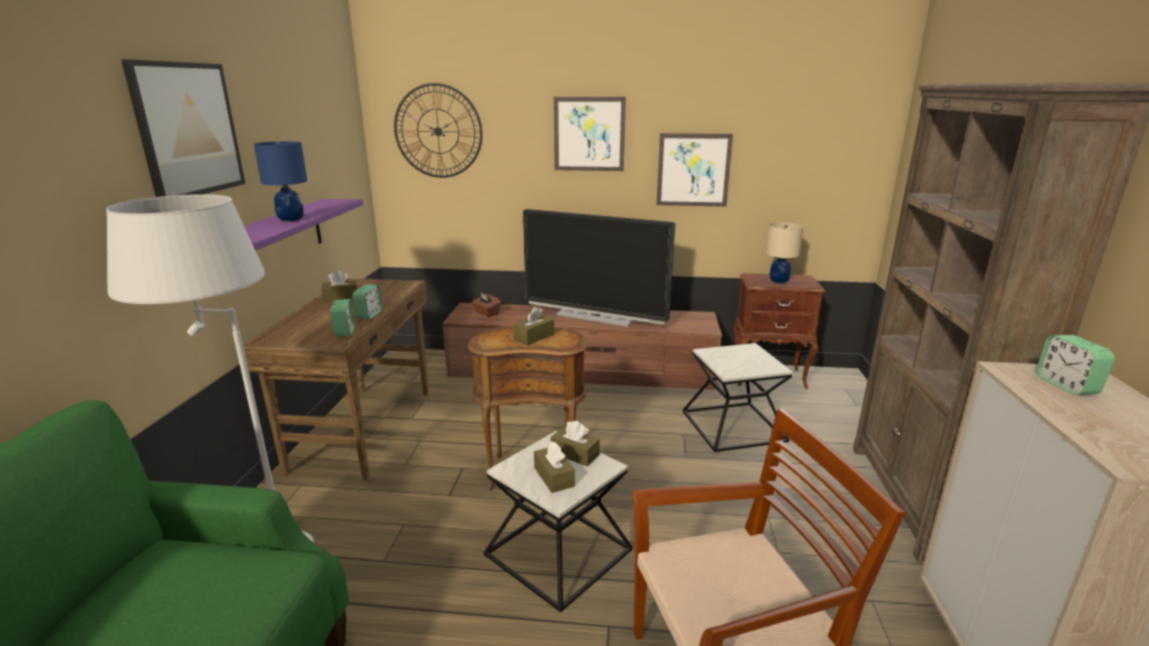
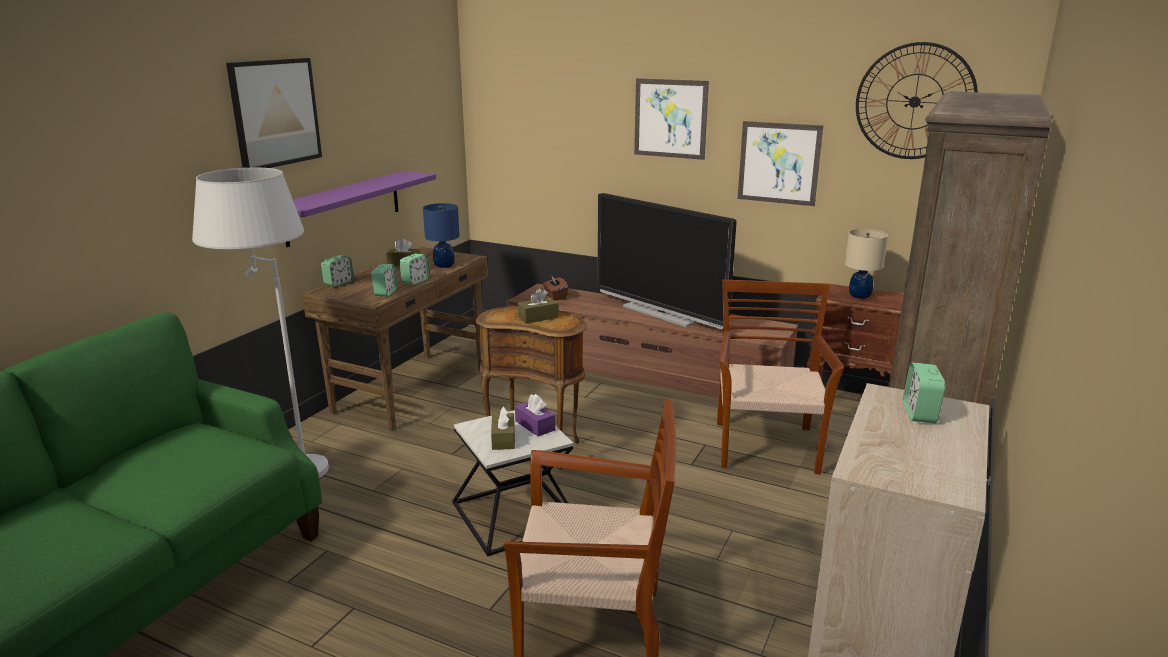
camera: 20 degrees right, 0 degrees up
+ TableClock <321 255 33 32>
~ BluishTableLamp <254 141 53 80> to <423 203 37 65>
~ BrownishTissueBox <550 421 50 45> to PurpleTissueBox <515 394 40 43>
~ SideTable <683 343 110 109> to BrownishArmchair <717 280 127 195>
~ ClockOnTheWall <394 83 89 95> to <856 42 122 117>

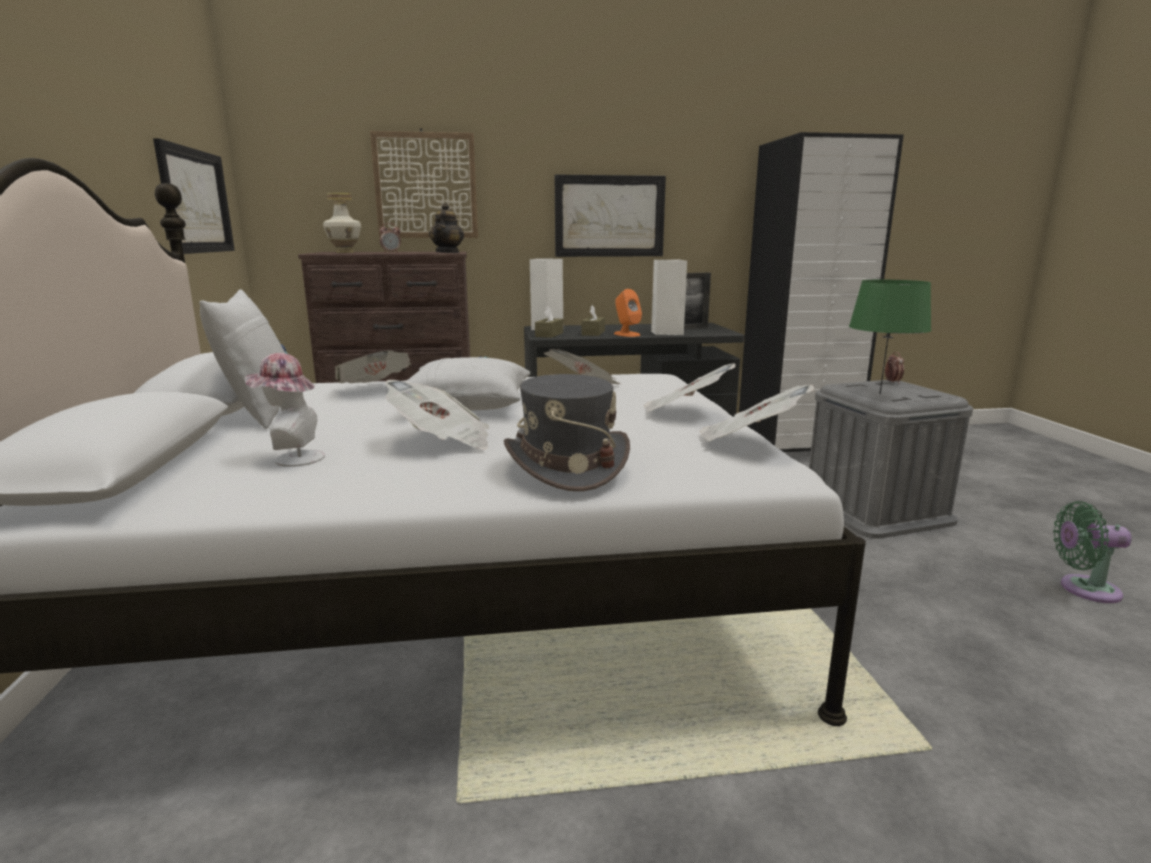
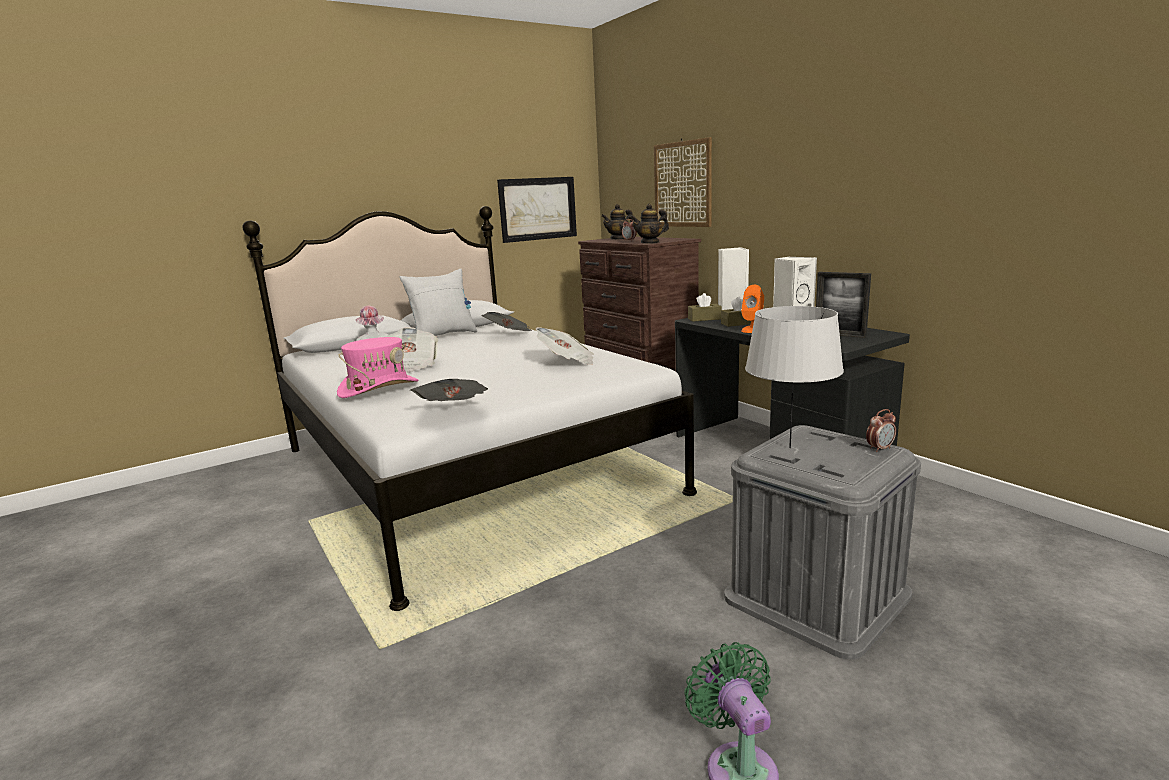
camera: 65 degrees right, 0 degrees up
~ GreyWearableHat <504 374 126 117> to PinkWearableHat <337 337 82 61>
~ FlowerVase <323 193 38 60> to TeaPot <602 204 31 36>
~ GreenColouredTableLamp <849 280 82 114> to GreyTableLamp <745 306 99 142>
- GreyCushion <405 356 125 55>
- Picture <555 174 111 83>
- PrintedPaper <644 363 92 50>
- Armoire <739 132 165 320>

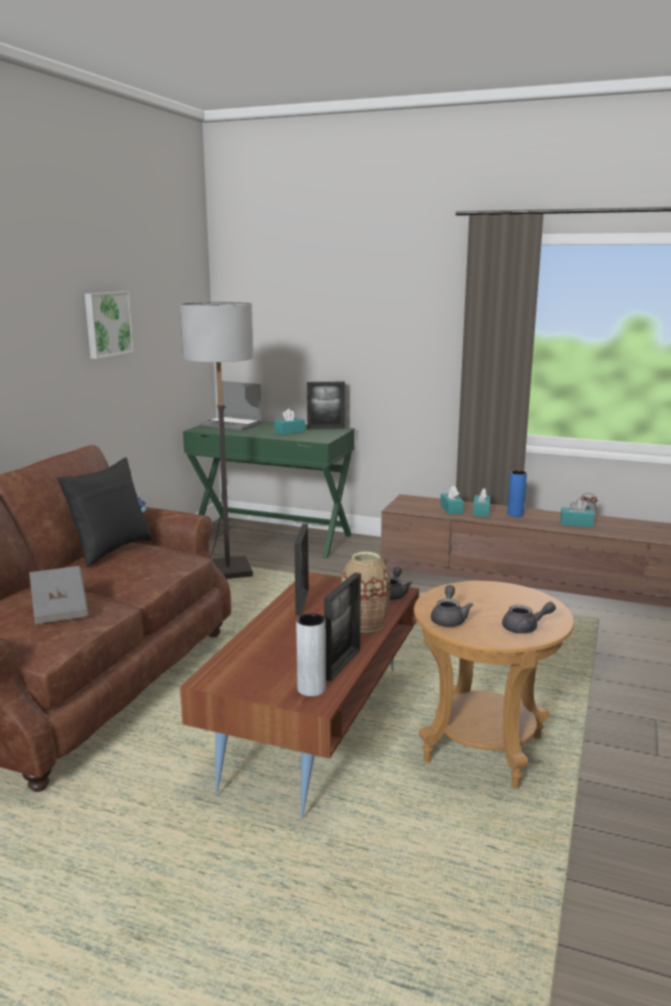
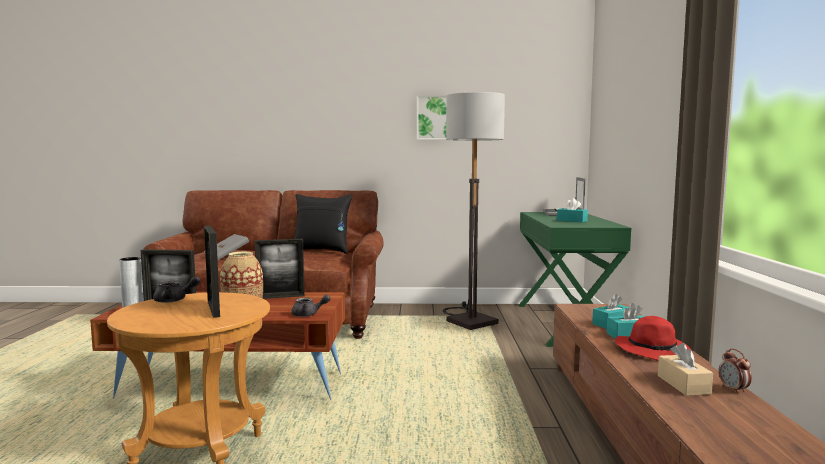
camera: 70 degrees right, 10 degrees down
~ PictureFrame <307 382 38 47> to <204 226 16 92>
~ BluishFlowerVase <507 470 20 47> to RedWearableHat <615 316 77 45>
~ BlueGreenTissueBox <561 499 34 28> to SandColouredTissueBox <658 343 55 53>
- GreyTeaPot <502 602 54 32>

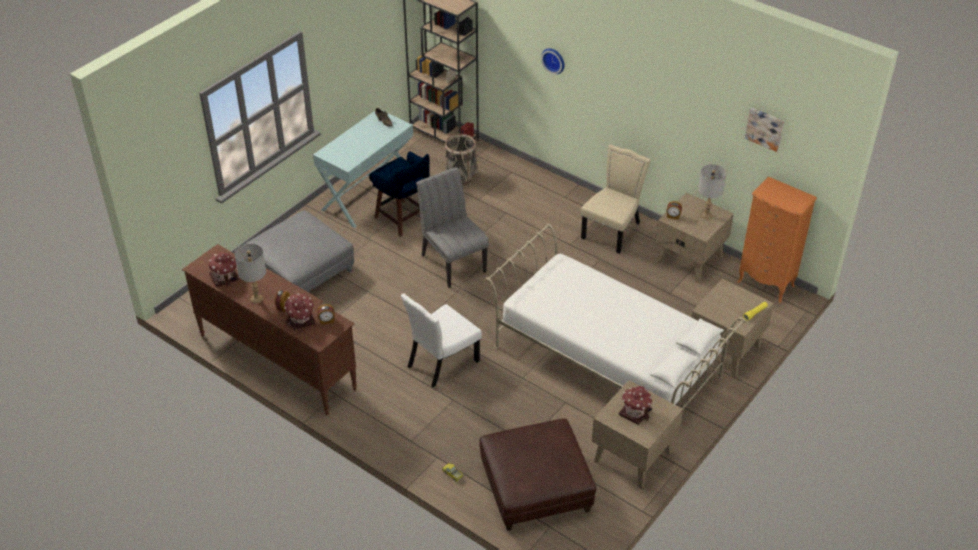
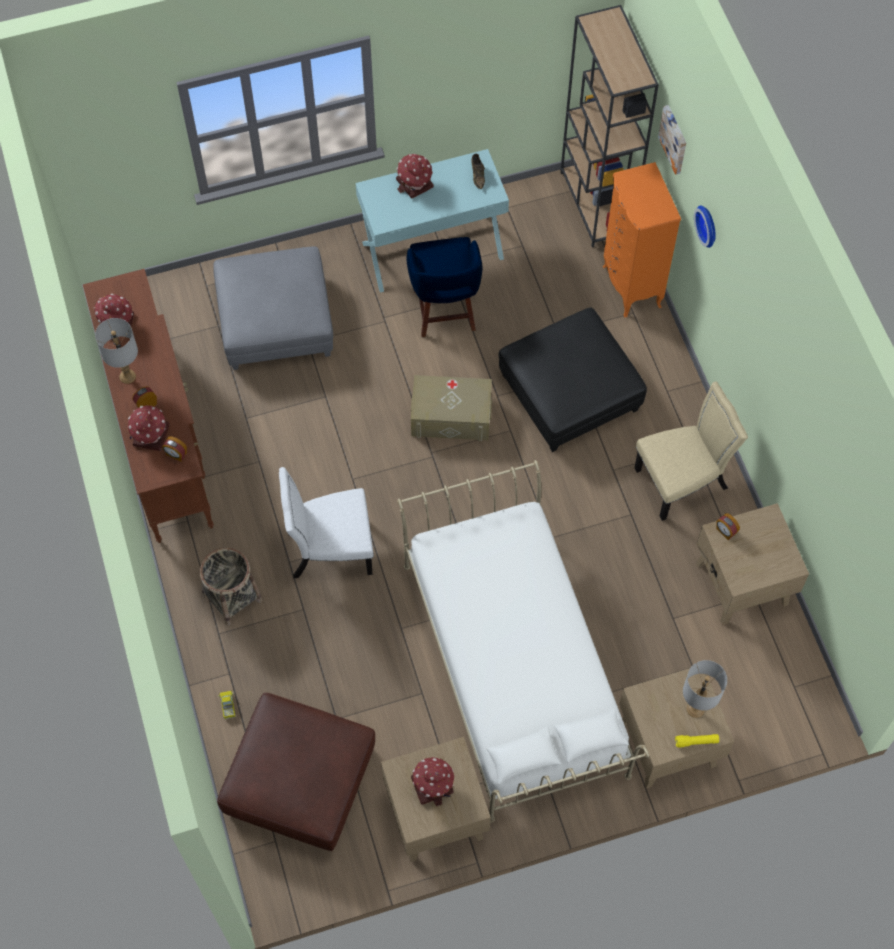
camera: 35 degrees right, 20 degrees up
~ HouseholdBasket <445 134 33 54> to <200 548 62 77>
+ ToyHouse <396 154 38 45>
~ GreyUprightChair <416 167 73 121> to SandColouredStorageContainer <411 375 81 66>
+ BlackColouredFootrest <499 307 148 145>
~ OrangeyDresser <738 177 79 126> to <603 162 78 155>
~ Picture <745 108 39 44> to <658 105 28 70>
~ GreyTableLamp <698 164 28 56> to <683 660 44 58>

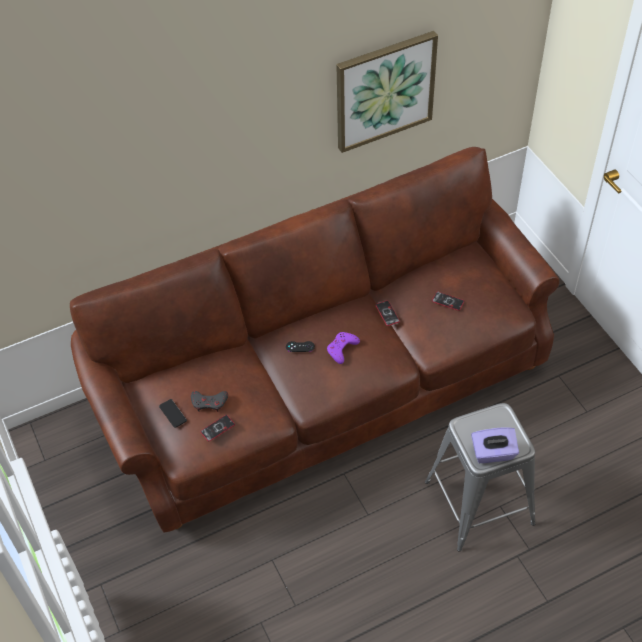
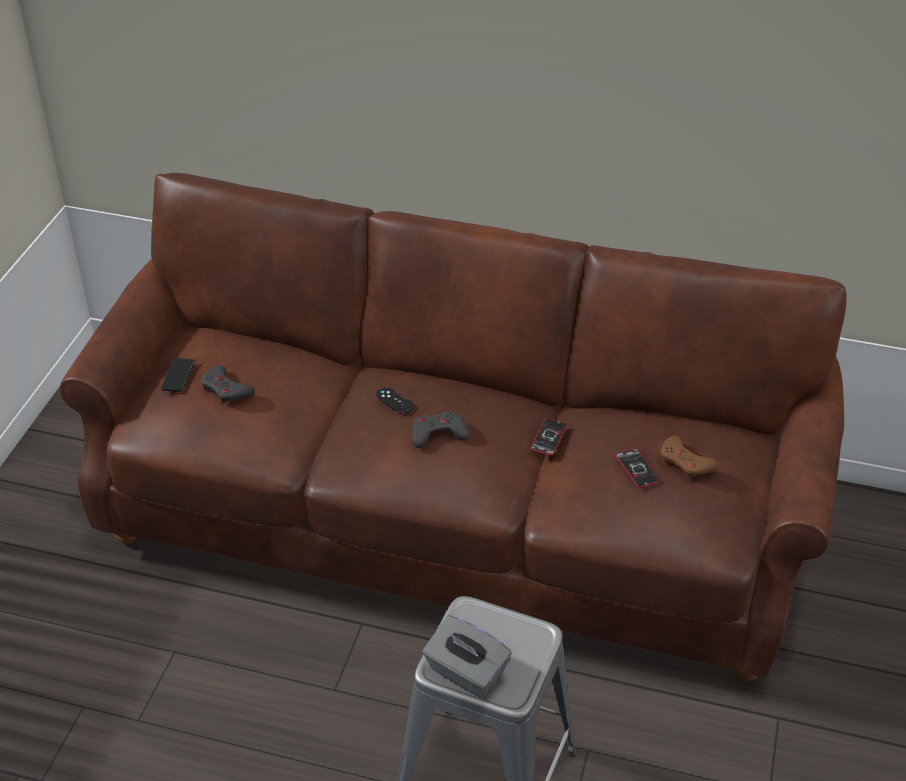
camera: 40 degrees right, 10 degrees down
~ PurpleGamepad <327 332 33 32> to GreyGamepad <412 411 58 37>
~ PurpleTissueBox <471 427 48 36> to GreyTissueBox <423 615 88 82>
+ BrownishGamepad <660 436 58 43>
- Telephone <200 415 35 27>
- Picture <336 31 102 122>

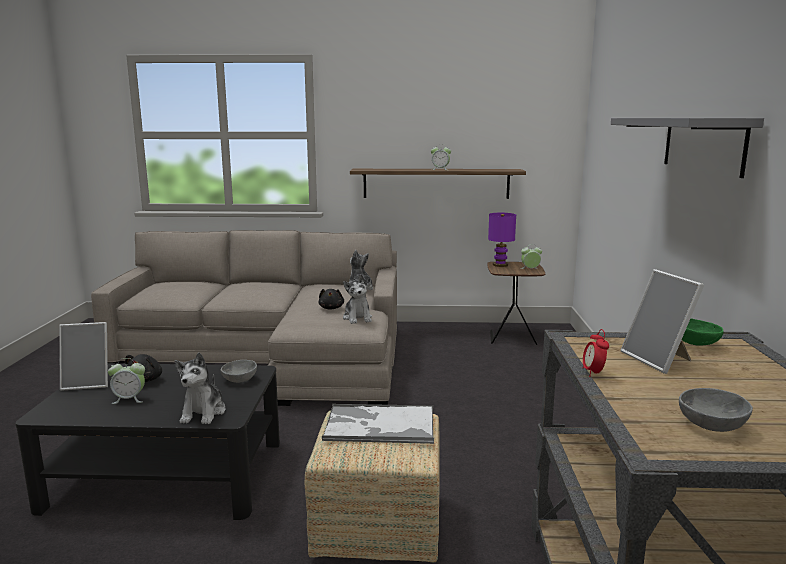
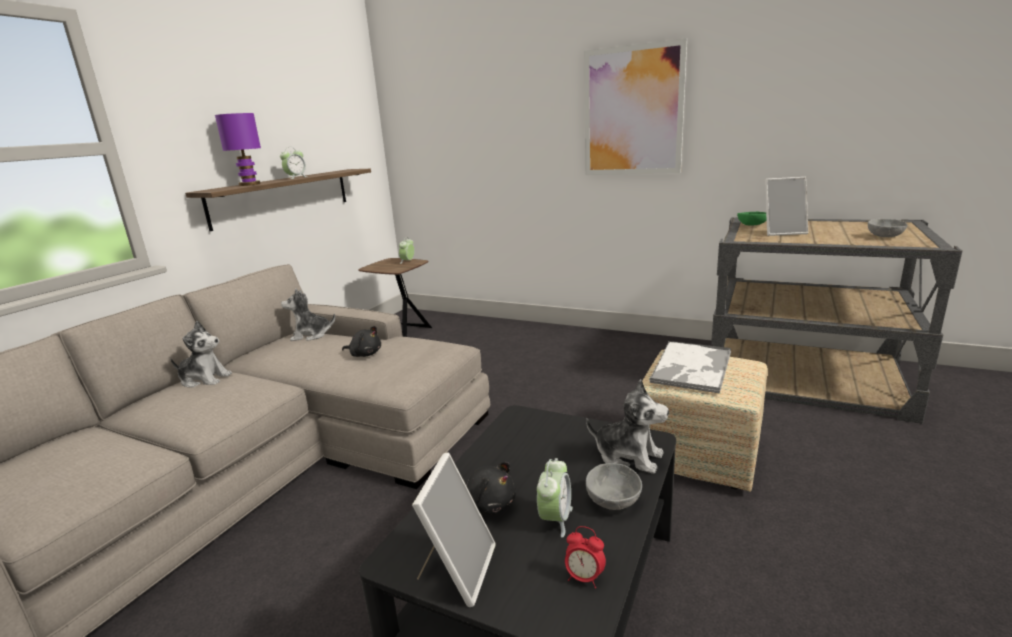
camera: 65 degrees left, 5 degrees up
~ SoftToy <343 274 29 50> to <170 321 62 67>
~ PurpleTableLamp <488 213 28 54> to <215 113 46 73>
~ TableClock <583 329 26 48> to <565 526 41 63>
~ GreyBracketShelf <611 118 153 60> to Picture <584 38 103 137>
~ GreyDeepDish <220 360 37 23> to <586 463 56 47>

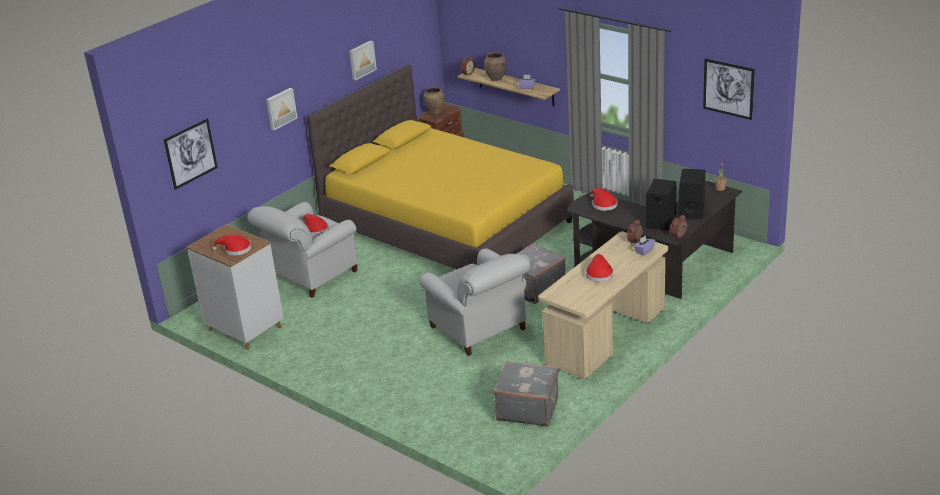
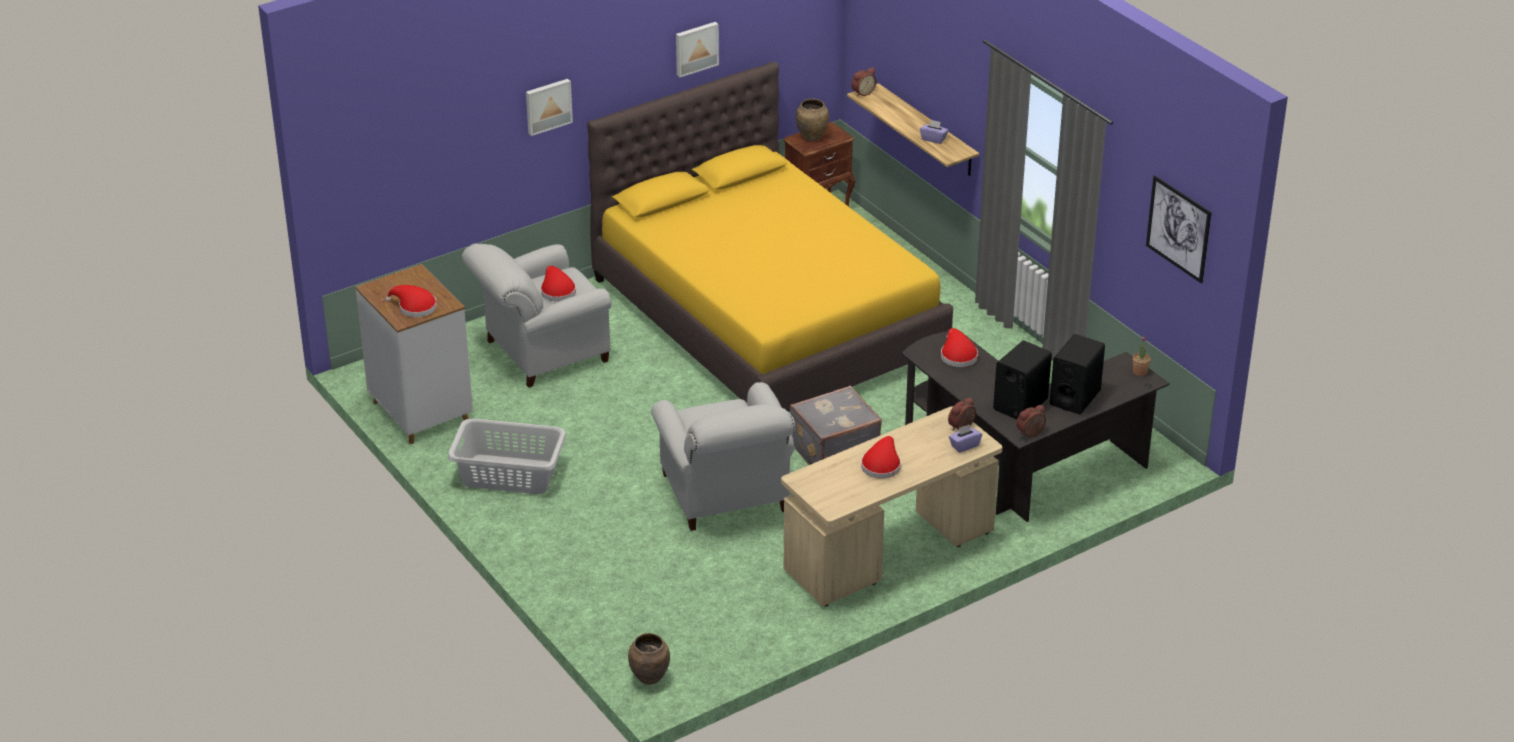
camera: 15 degrees right, 5 degrees up
+ GreyWashingBasket <448 418 118 76>
~ BrownishFlowerVase <484 52 23 29> to <628 633 42 52>
- Picture <163 118 55 72>
- GreyTravelCase <494 361 65 66>

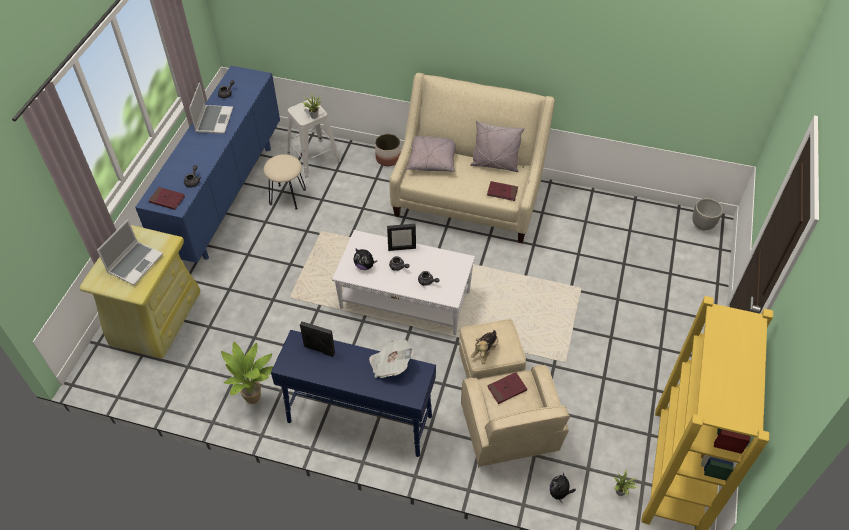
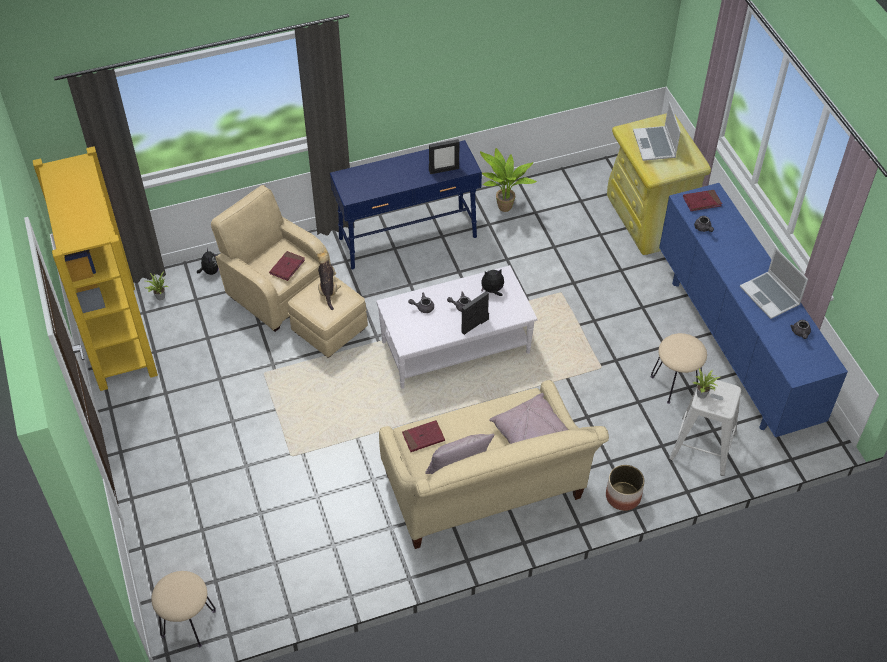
camera: 145 degrees right, 0 degrees up
~ Planter <692 198 31 32> to SandColouredStool <151 571 65 76>
- PrintedPaper <369 340 45 38>

